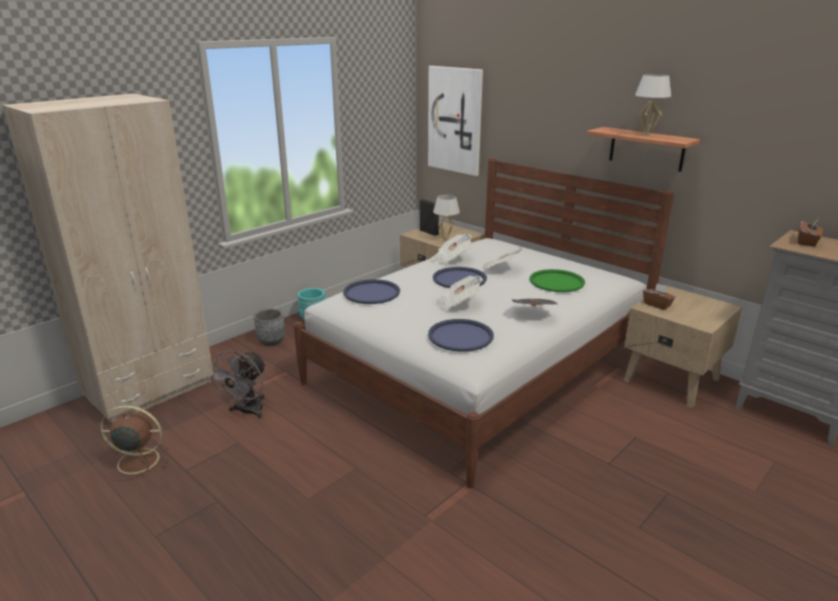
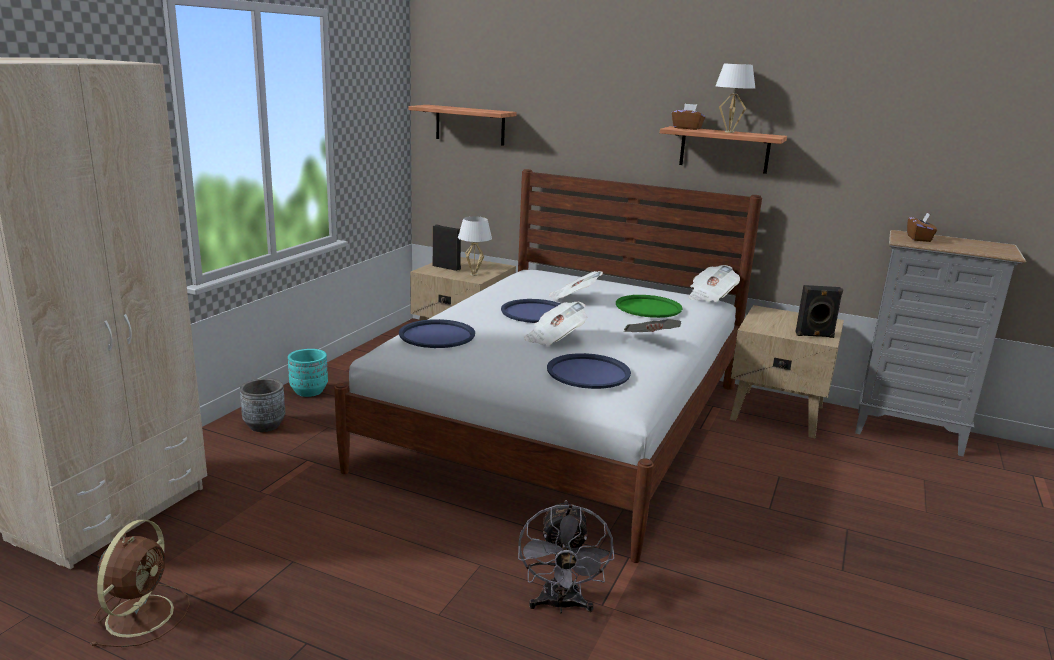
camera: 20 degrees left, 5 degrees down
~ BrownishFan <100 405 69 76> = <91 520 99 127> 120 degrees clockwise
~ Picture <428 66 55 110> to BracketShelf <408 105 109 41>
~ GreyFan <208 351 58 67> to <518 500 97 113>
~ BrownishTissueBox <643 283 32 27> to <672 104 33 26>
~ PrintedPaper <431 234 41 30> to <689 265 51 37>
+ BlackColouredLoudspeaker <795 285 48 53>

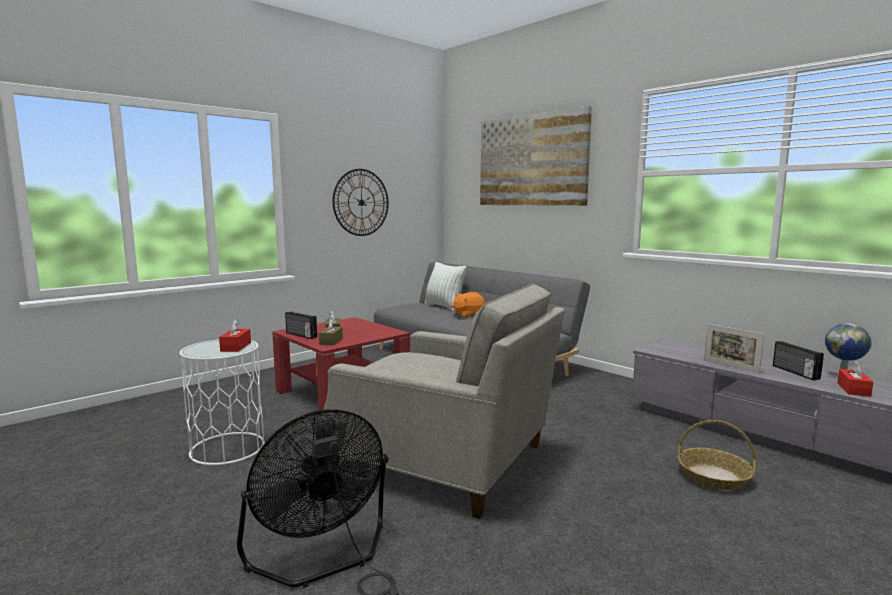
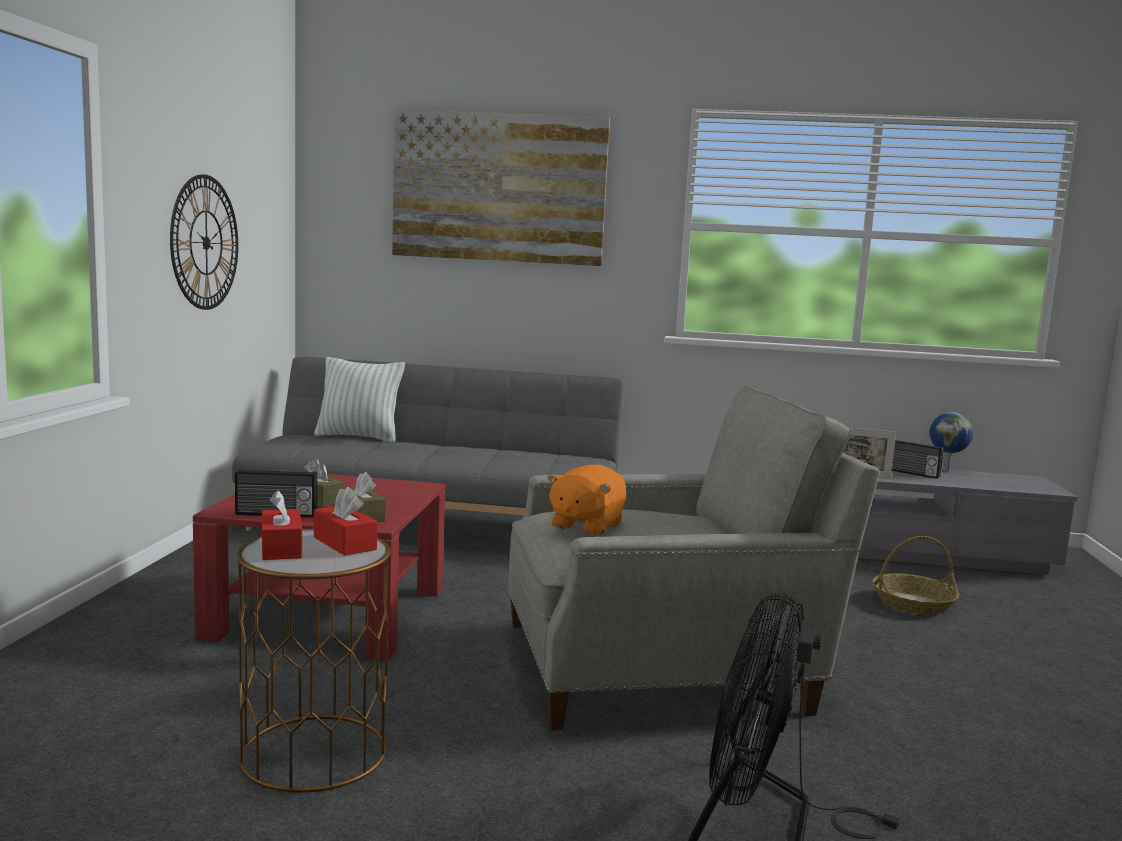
camera: 40 degrees left, 0 degrees up
~ WhiteSideTable <179 339 86 126> to BrownishSideTable <237 529 154 264>
~ RedTissueBox <837 360 36 37> to <262 490 40 70>
~ OrangeySoftToy <452 292 33 26> to <547 465 79 71>

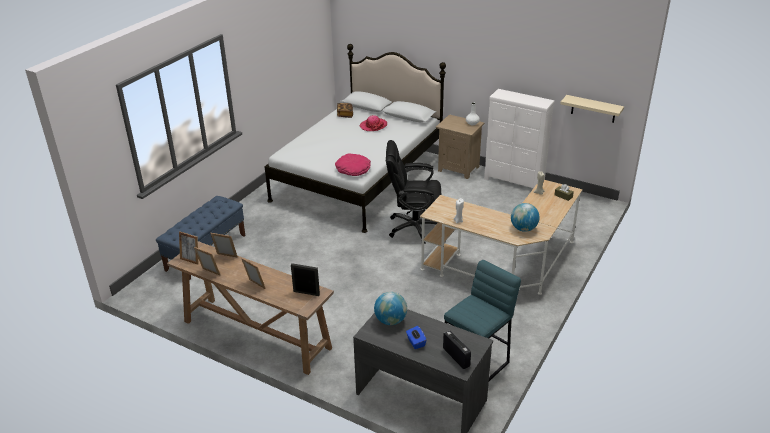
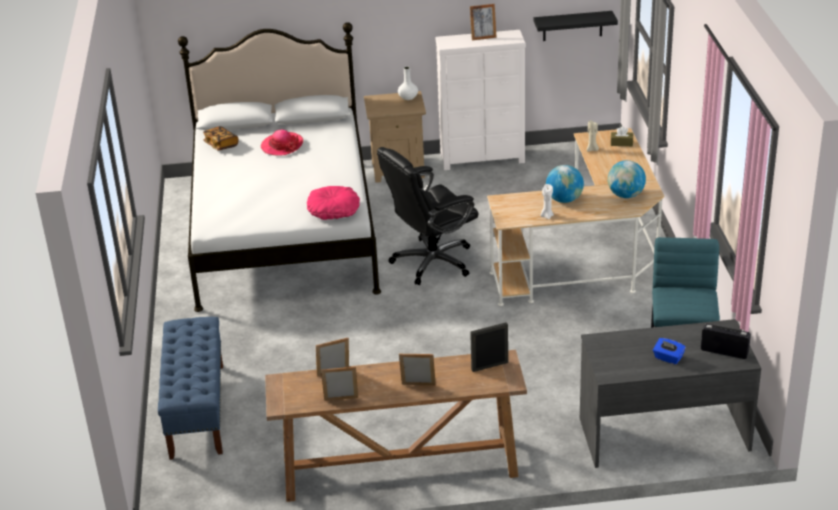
camera: 35 degrees left, 0 degrees up
~ PictureFrame <179 231 19 34> to <470 4 27 36>
~ SandColouredBracketShelf <560 95 64 28> to BlackColouredBracketShelf <534 11 84 30>
~ DeskGlobe <374 292 33 33> to <546 165 38 38>

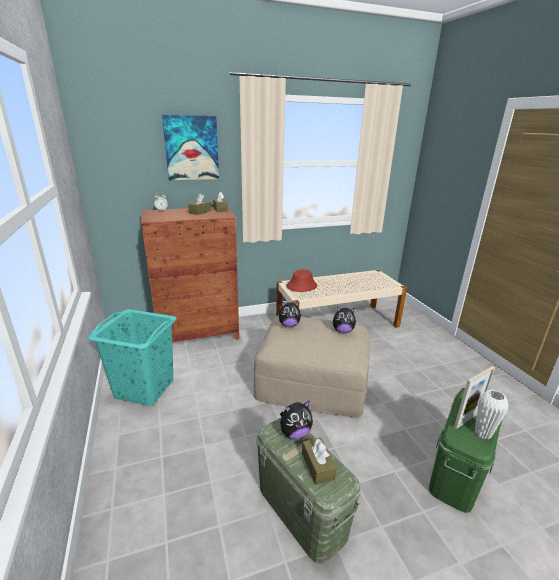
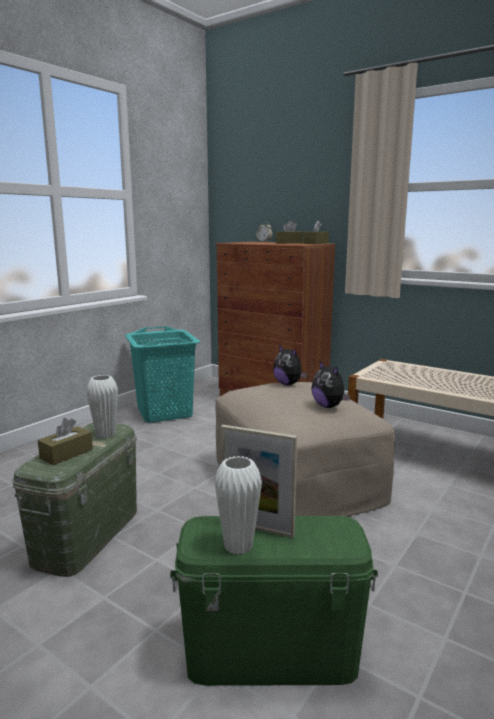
camera: 55 degrees right, 10 degrees down
~ SoftToy <280 400 33 39> to WhiteFlowerVase <86 375 32 63>
- Picture <162 115 57 65>
- RedWearableHat <286 270 31 22>

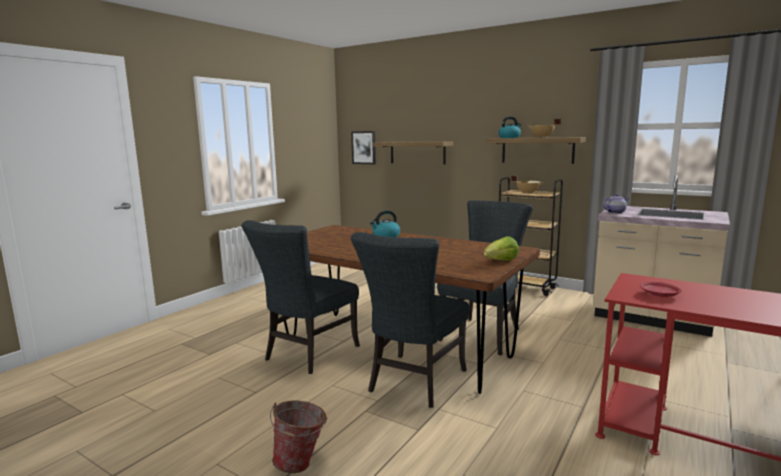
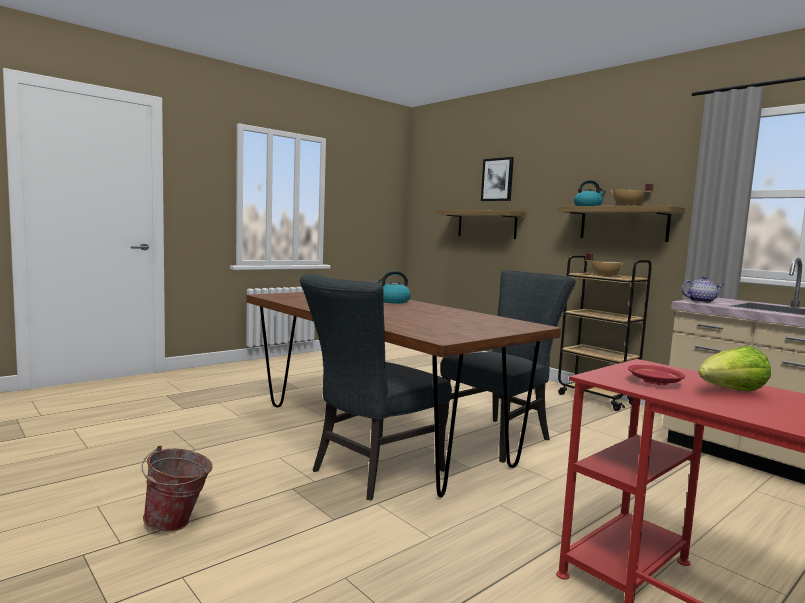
camera: 15 degrees right, 5 degrees down
~ Picture <351 131 25 33> to <481 157 33 44>
~ HeadOfLettuce <484 236 35 24> to <698 346 73 45>
- GreyUprightChair <241 220 119 154>

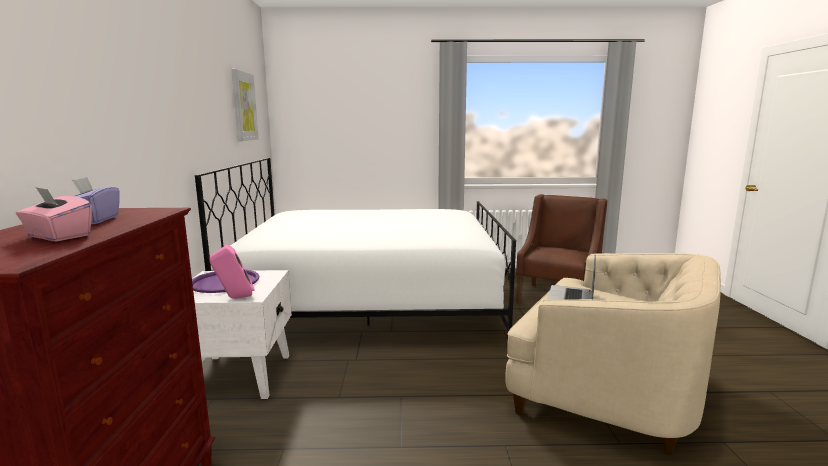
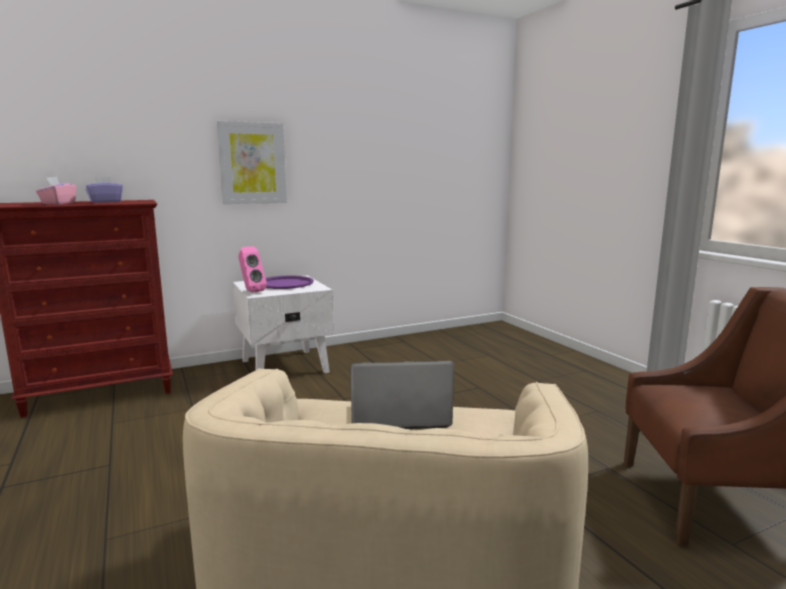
camera: 65 degrees right, 0 degrees up
~ Picture <232 69 27 72> to <217 121 70 83>
- WhiteBedroomBed <195 158 321 187>

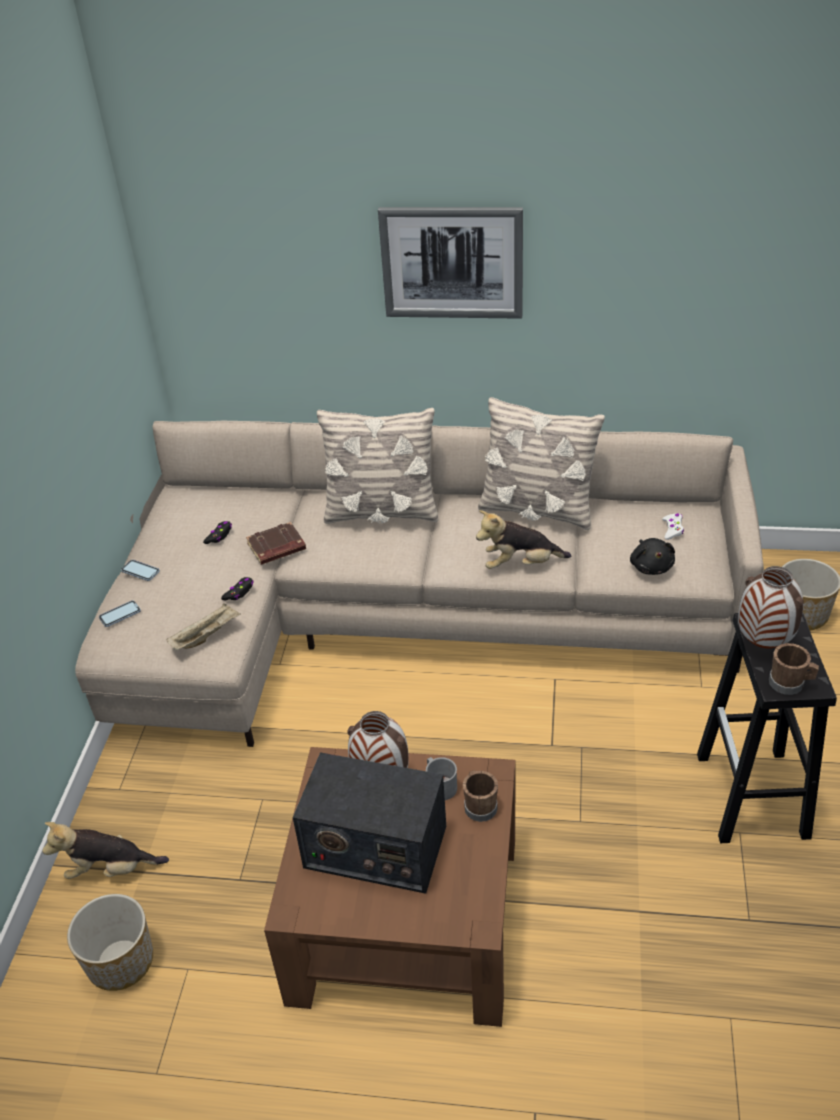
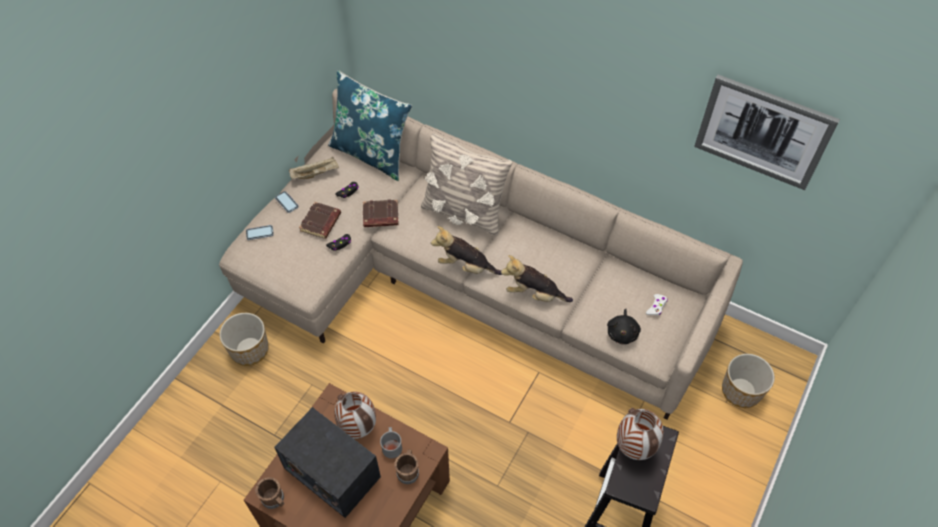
camera: 20 degrees right, 15 degrees up
~ Planter <67 894 86 97> to <219 313 50 53>
~ BrownishTeaMug <769 643 50 52> to <256 477 28 32>
~ SandColouredCarryingTray <167 603 74 48> to <289 157 50 22>
+ BrownishVolume <299 202 42 37>
+ BluishCushion <328 70 84 111>
~ SoftToy <42 822 127 57> to <431 226 71 49>
~ Picture <378 207 145 111> to <694 75 146 115>
- SandColouredCushion <478 397 127 133>

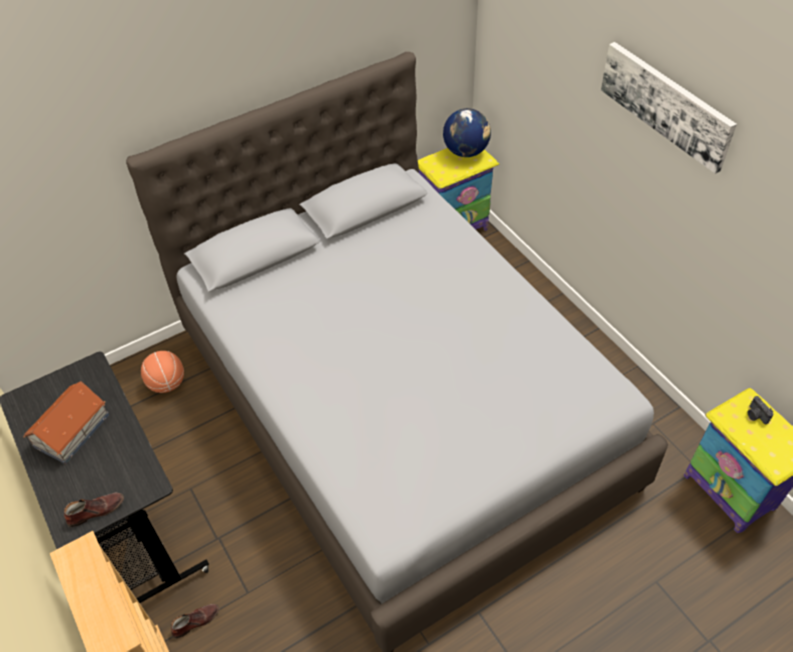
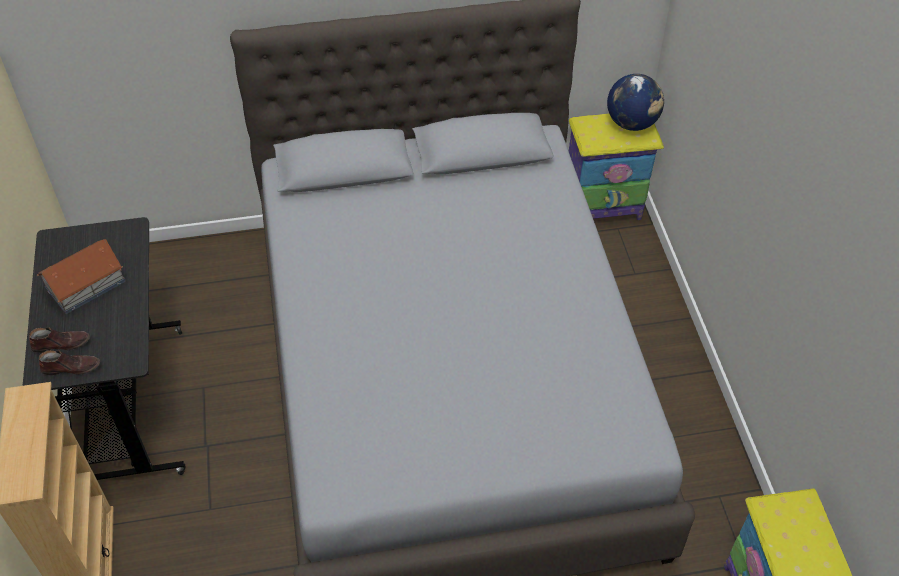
camera: 20 degrees right, 0 degrees up
~ BrownishShoe <171 604 48 35> to <29 327 61 26>
- Basketball <141 351 43 42>
- Picture <601 42 136 132>
- PhotoCamera <748 396 26 28>

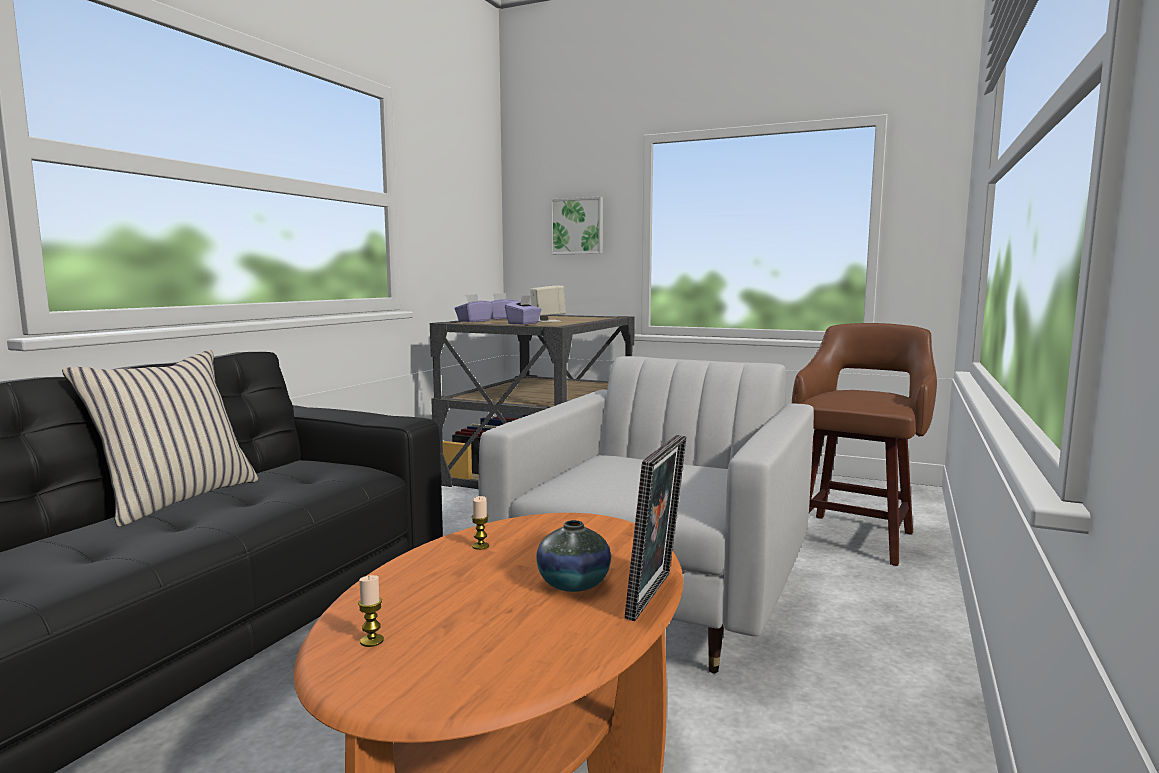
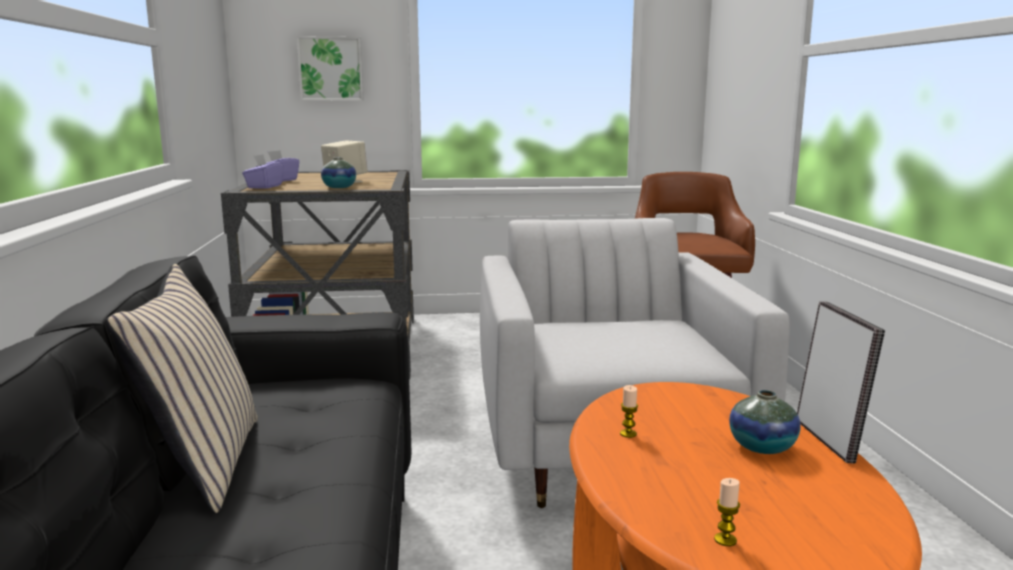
camera: 30 degrees left, 5 degrees up
~ PurpleTissueBox <505 295 37 30> to FlowerVase <321 157 35 31>

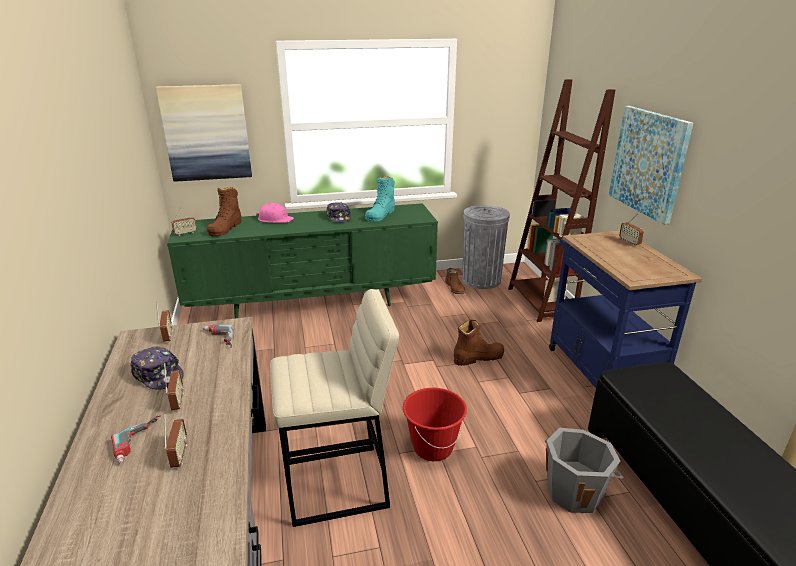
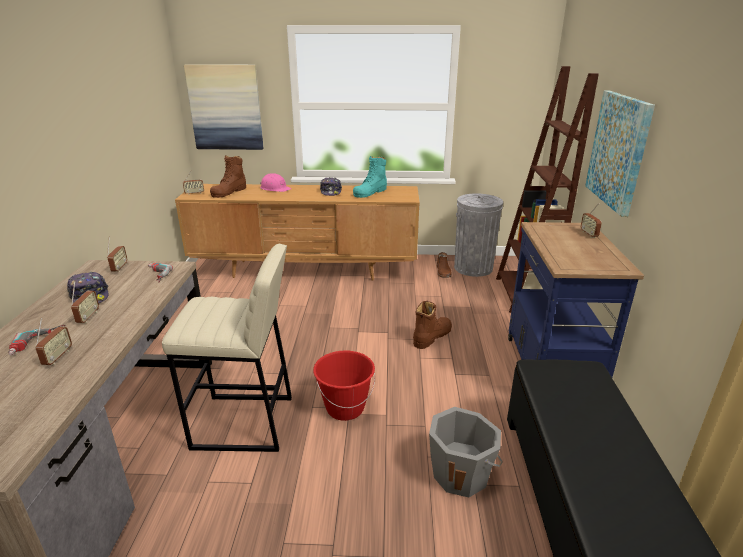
camera: 15 degrees right, 0 degrees up
~ GreenColouredStorageCabinet <167 203 271 115> to BrownishStorageCabinet <175 184 245 97>
~ BrownishTallBoot <454 320 50 46> = <413 301 39 48> 45 degrees counterclockwise

